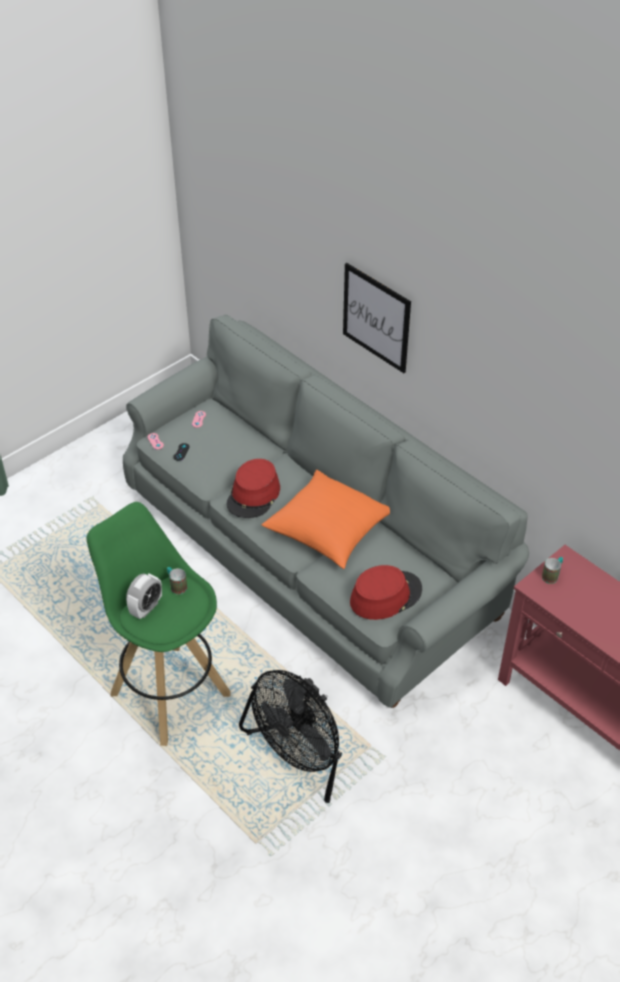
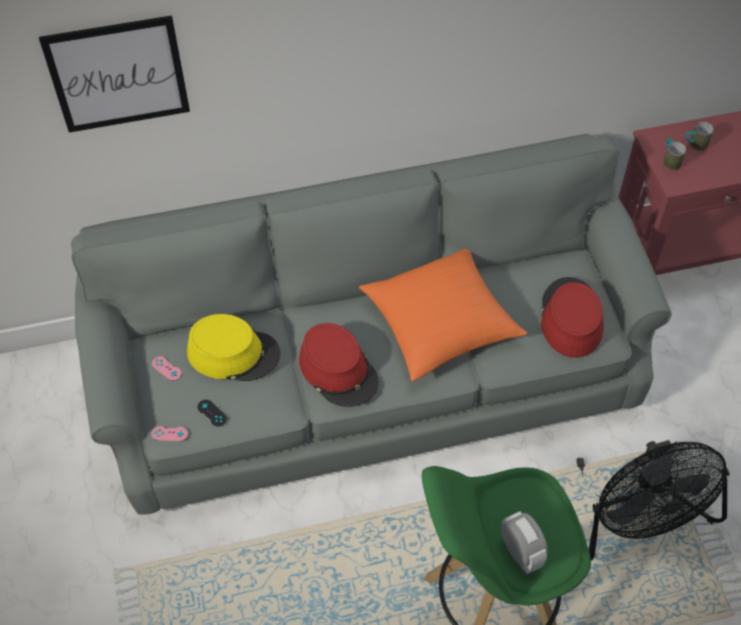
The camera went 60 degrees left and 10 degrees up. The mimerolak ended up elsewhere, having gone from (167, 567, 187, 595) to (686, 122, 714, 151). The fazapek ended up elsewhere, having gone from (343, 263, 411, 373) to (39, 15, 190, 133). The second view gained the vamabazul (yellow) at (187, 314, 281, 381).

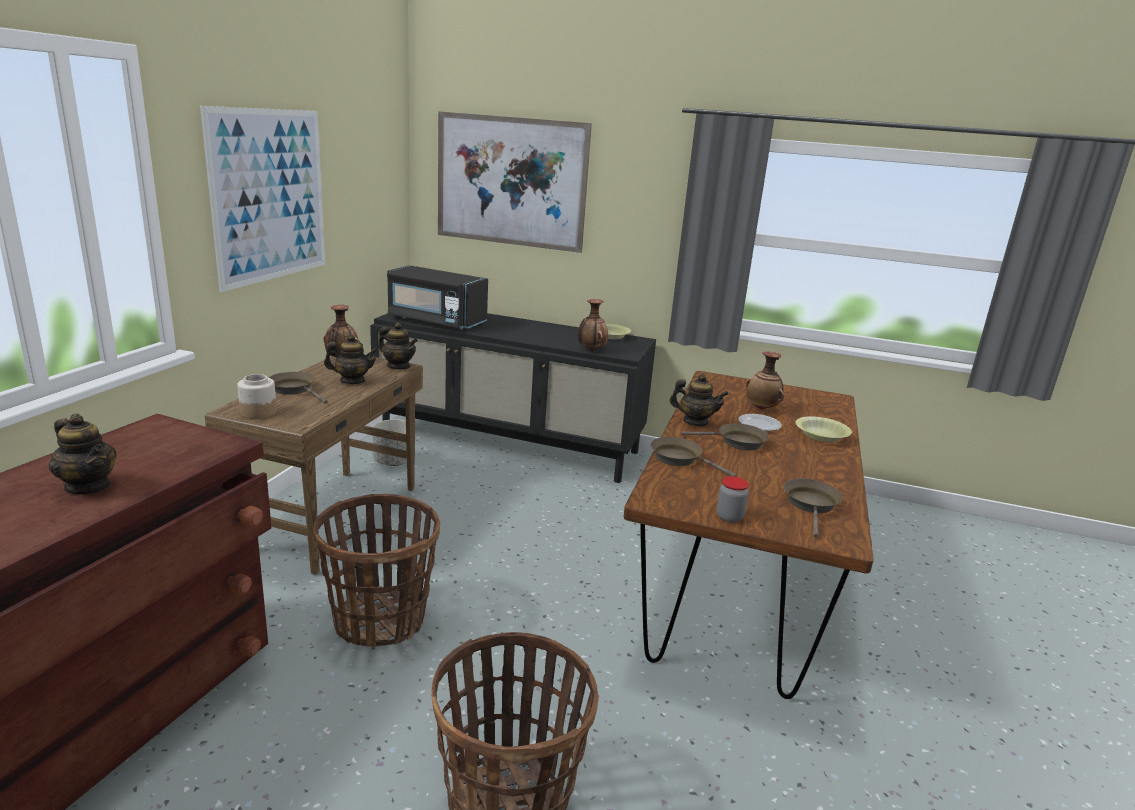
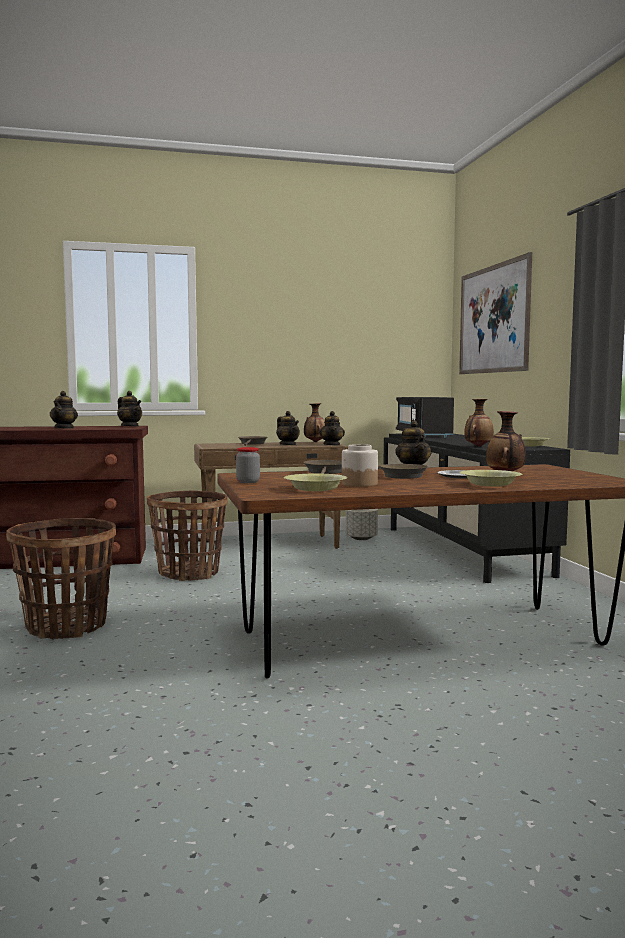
The camera went 60 degrees right and 15 degrees down. The second view lost the fazapek at (200, 106, 325, 292). The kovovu ended up elsewhere, having gone from (237, 374, 277, 419) to (342, 444, 378, 487). Where the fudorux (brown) stood at (784, 478, 843, 538), the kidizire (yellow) came to stand at (284, 474, 348, 491). The second view gained the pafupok at (117, 391, 142, 426).

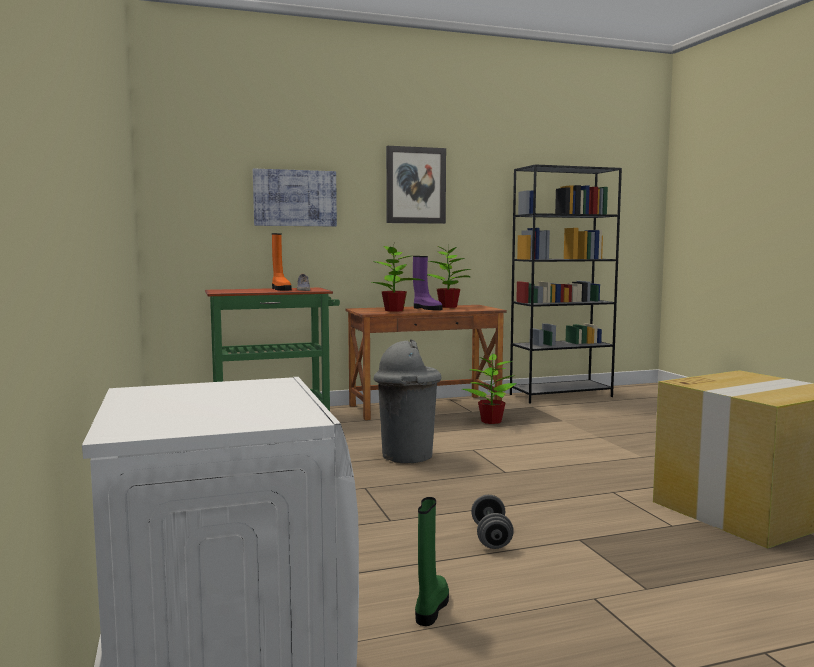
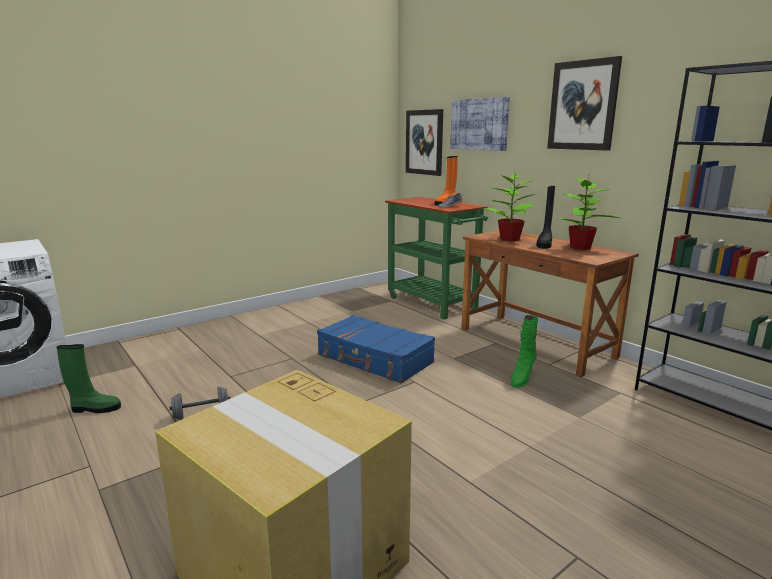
The camera went 70 degrees right and 10 degrees up. Where the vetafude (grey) stood at (374, 339, 441, 463), the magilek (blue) came to stand at (317, 315, 435, 384). What was the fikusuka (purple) at (413, 256, 443, 310) turned into the fikusuka (black) at (536, 186, 555, 249). Where the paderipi stood at (462, 354, 517, 424), the fikusuka (green) came to stand at (511, 315, 538, 388). The second view gained the fazapek at (406, 109, 443, 176).

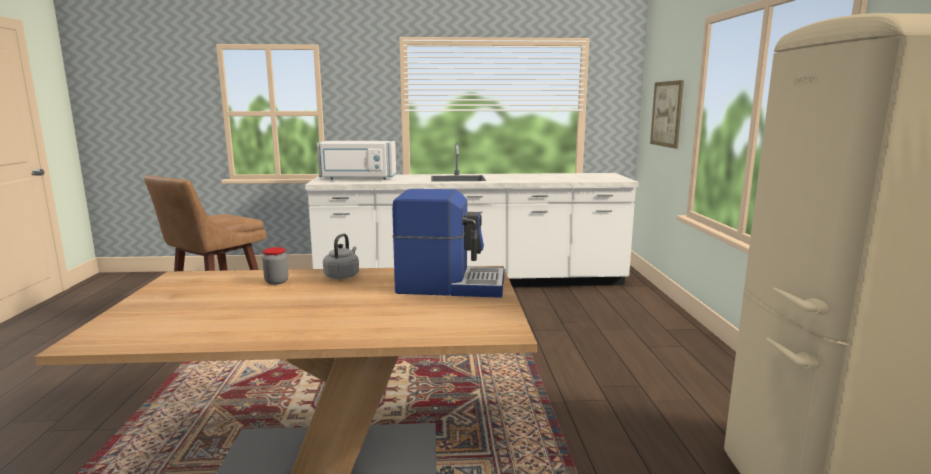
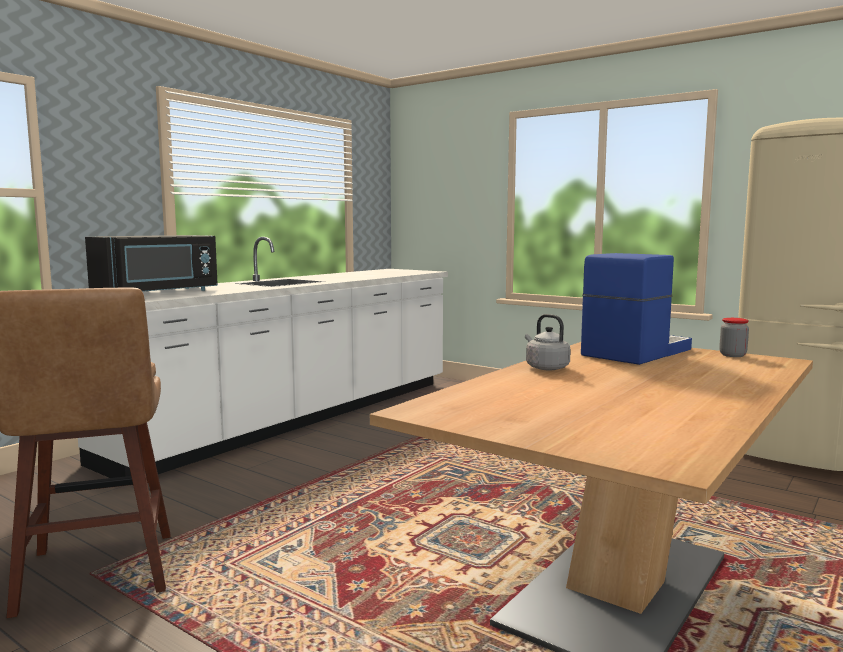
The camera went 50 degrees left and 5 degrees down. The kovovu ended up elsewhere, having gone from (262, 247, 288, 285) to (719, 318, 749, 357). What was the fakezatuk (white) at (317, 141, 396, 180) turned into the fakezatuk (black) at (85, 235, 218, 292). The second view lost the fazapek at (650, 80, 684, 149).

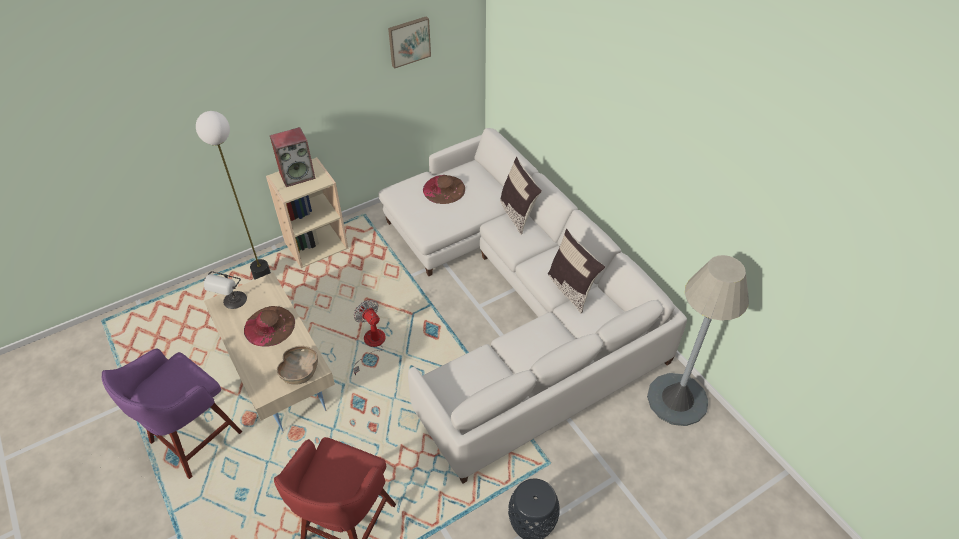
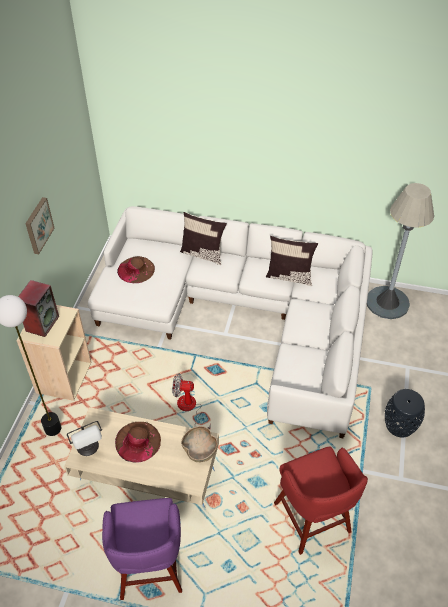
The camera went 45 degrees left and 0 degrees up. The fazapek ended up elsewhere, having gone from (388, 16, 431, 69) to (25, 197, 54, 254).

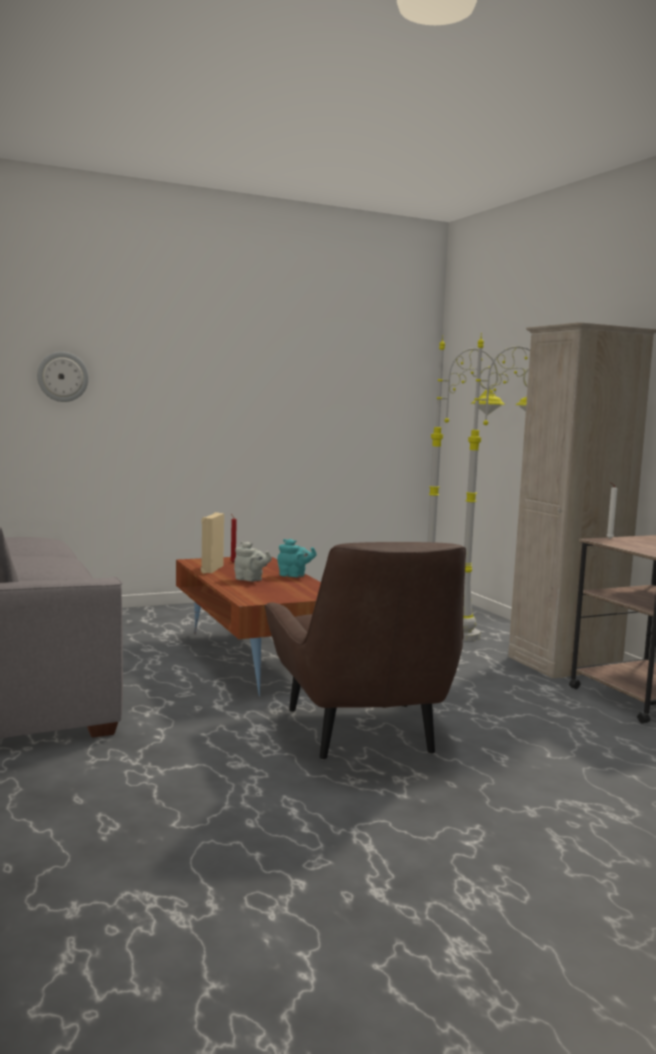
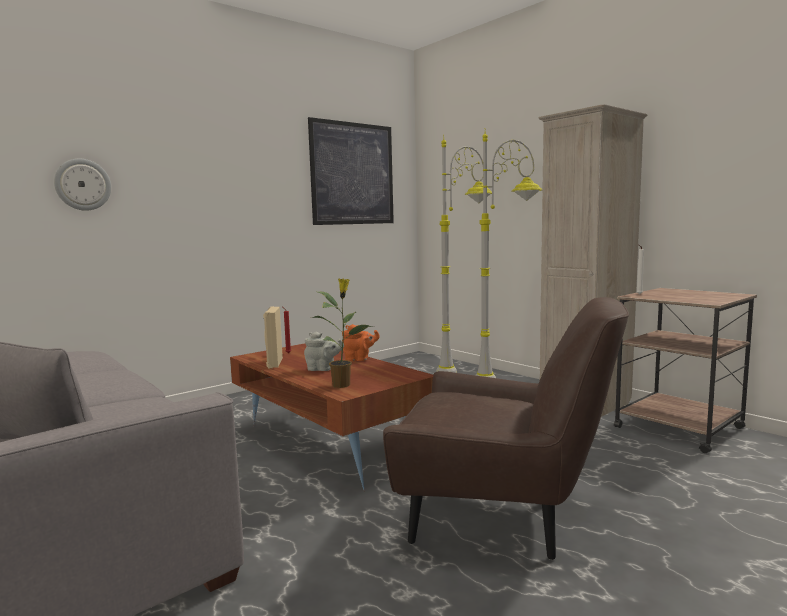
The camera went 15 degrees left and 0 degrees up. The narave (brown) at (265, 542, 466, 760) ended up facing another way, 45 degrees counterclockwise from before. What was the pafupok (turquoise) at (277, 539, 317, 577) turned into the pafupok (orange) at (342, 324, 380, 361). The second view gained the fazapek at (308, 117, 394, 225). The second view gained the paderipi at (311, 279, 375, 388).

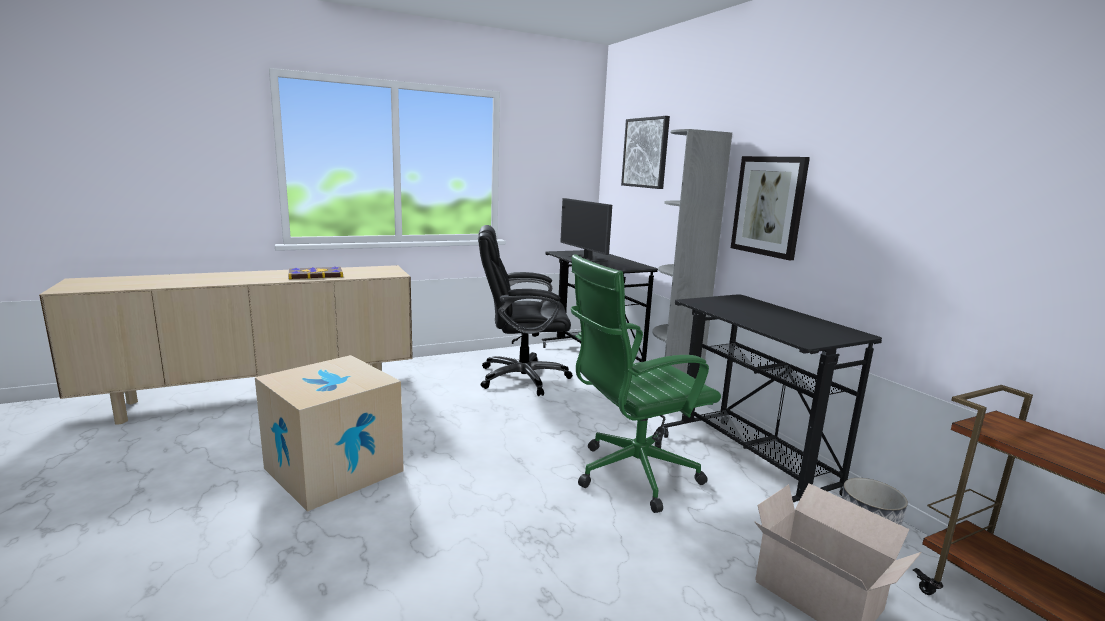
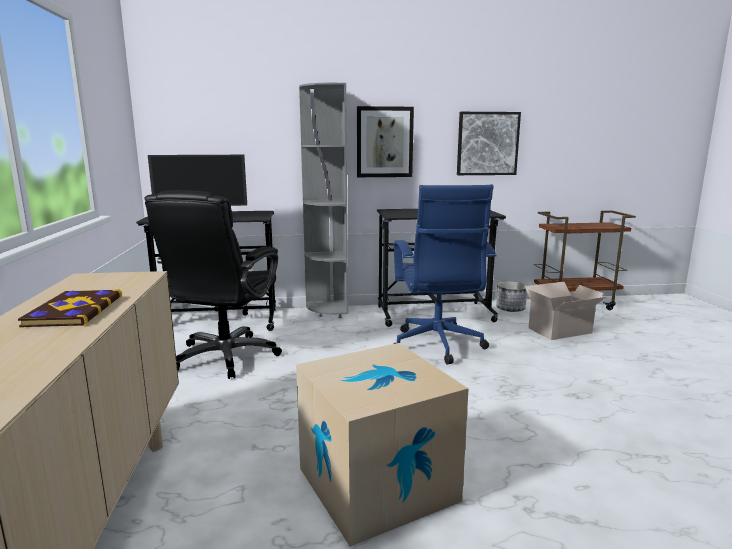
The camera went 70 degrees left and 0 degrees up. What was the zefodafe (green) at (571, 254, 721, 513) turned into the zefodafe (blue) at (394, 184, 497, 365). The fazapek ended up elsewhere, having gone from (621, 116, 670, 189) to (457, 112, 521, 175).

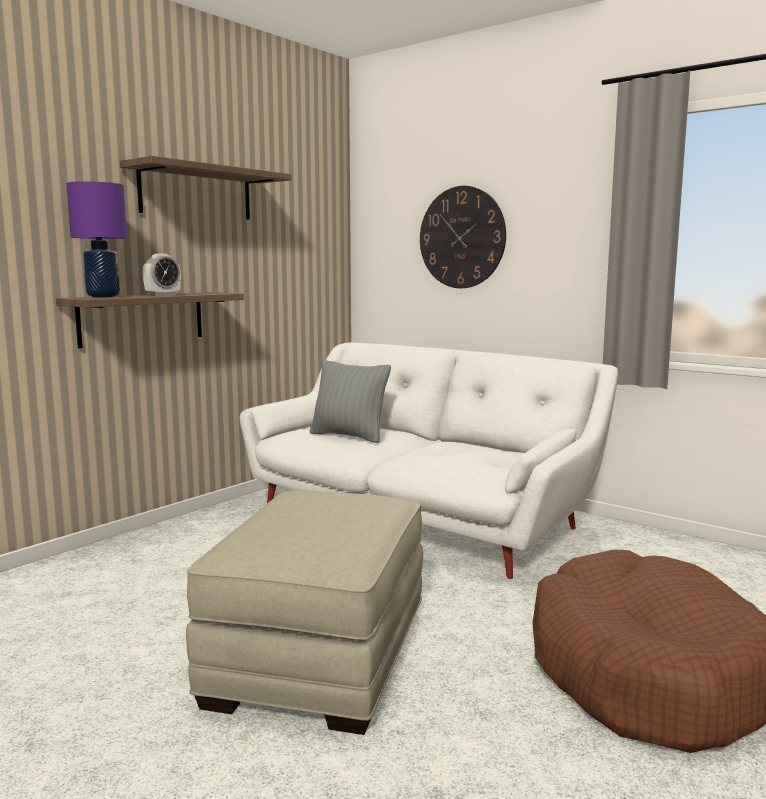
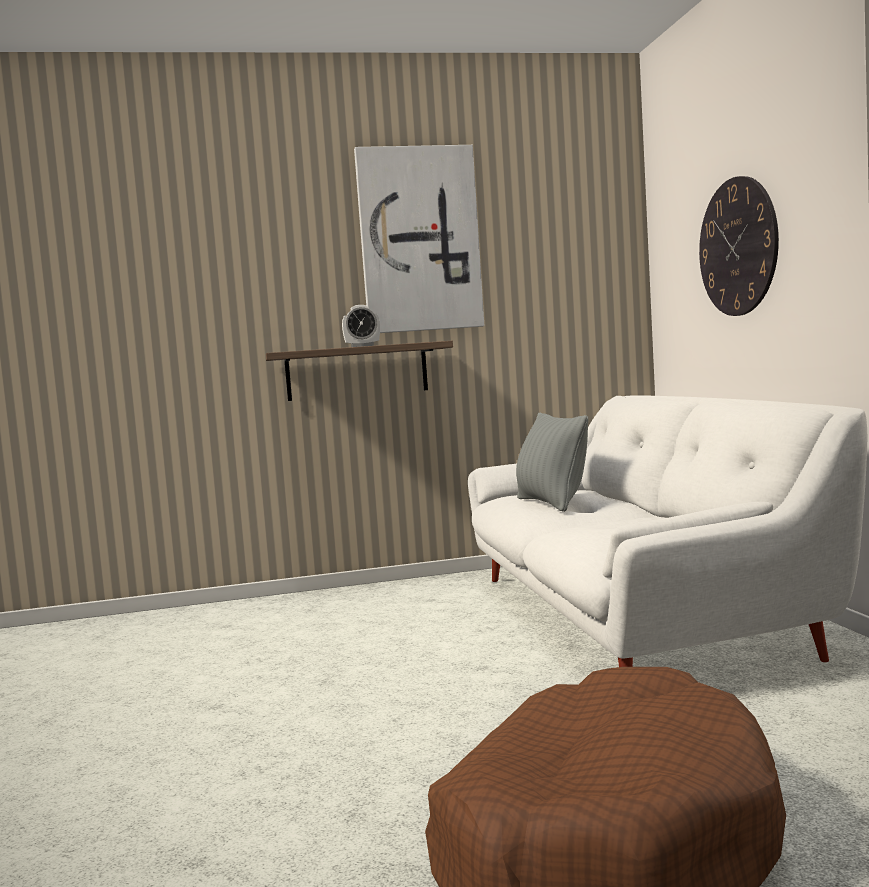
The camera went 40 degrees right and 5 degrees down. The second view lost the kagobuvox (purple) at (66, 181, 127, 298). Where the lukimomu hung at (120, 156, 292, 220), the fazapek came to hang at (354, 145, 484, 333). The second view lost the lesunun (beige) at (186, 491, 423, 735).

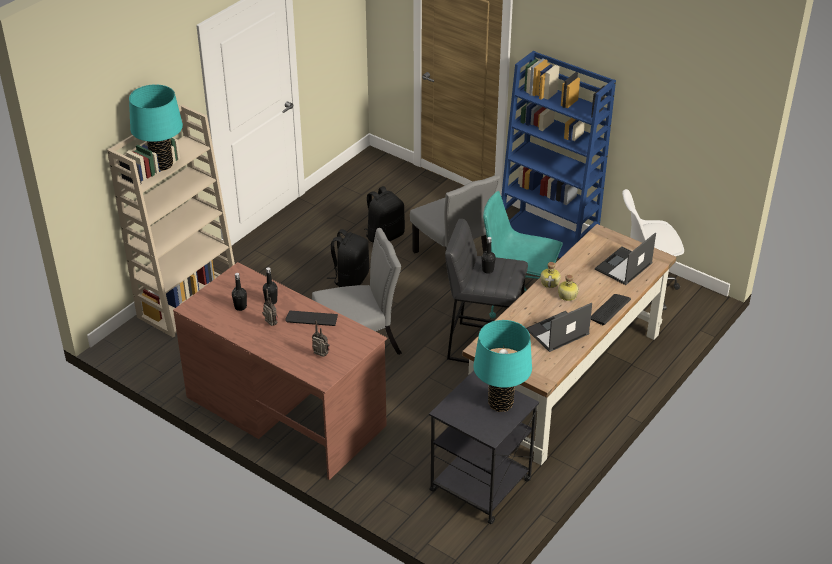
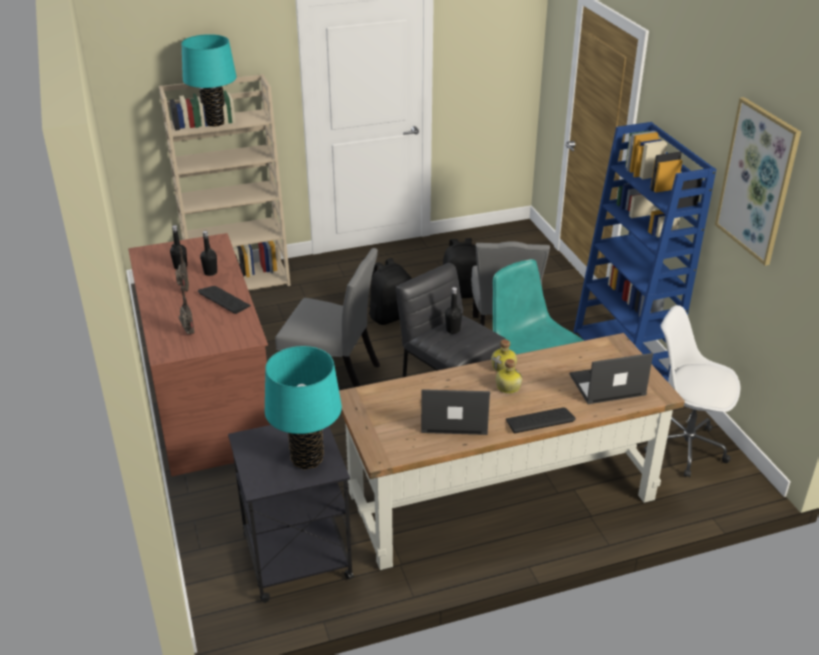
The camera went 35 degrees right and 5 degrees down. The second view gained the fazapek at (715, 97, 801, 266).

